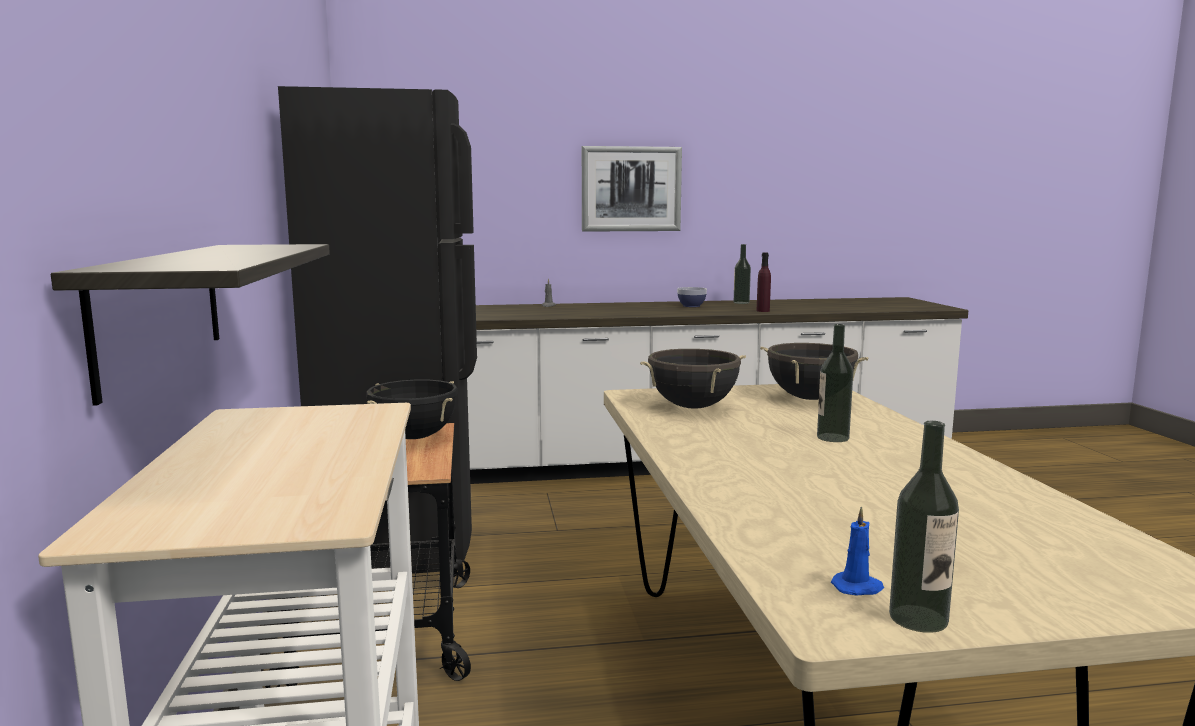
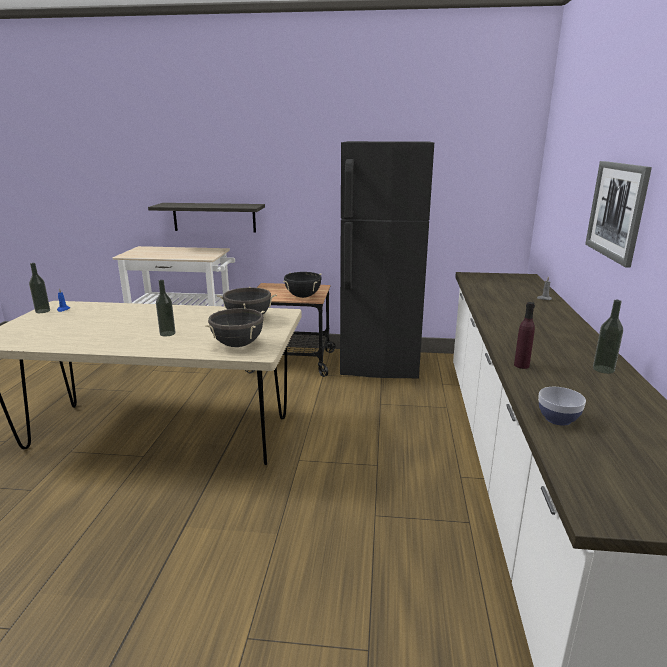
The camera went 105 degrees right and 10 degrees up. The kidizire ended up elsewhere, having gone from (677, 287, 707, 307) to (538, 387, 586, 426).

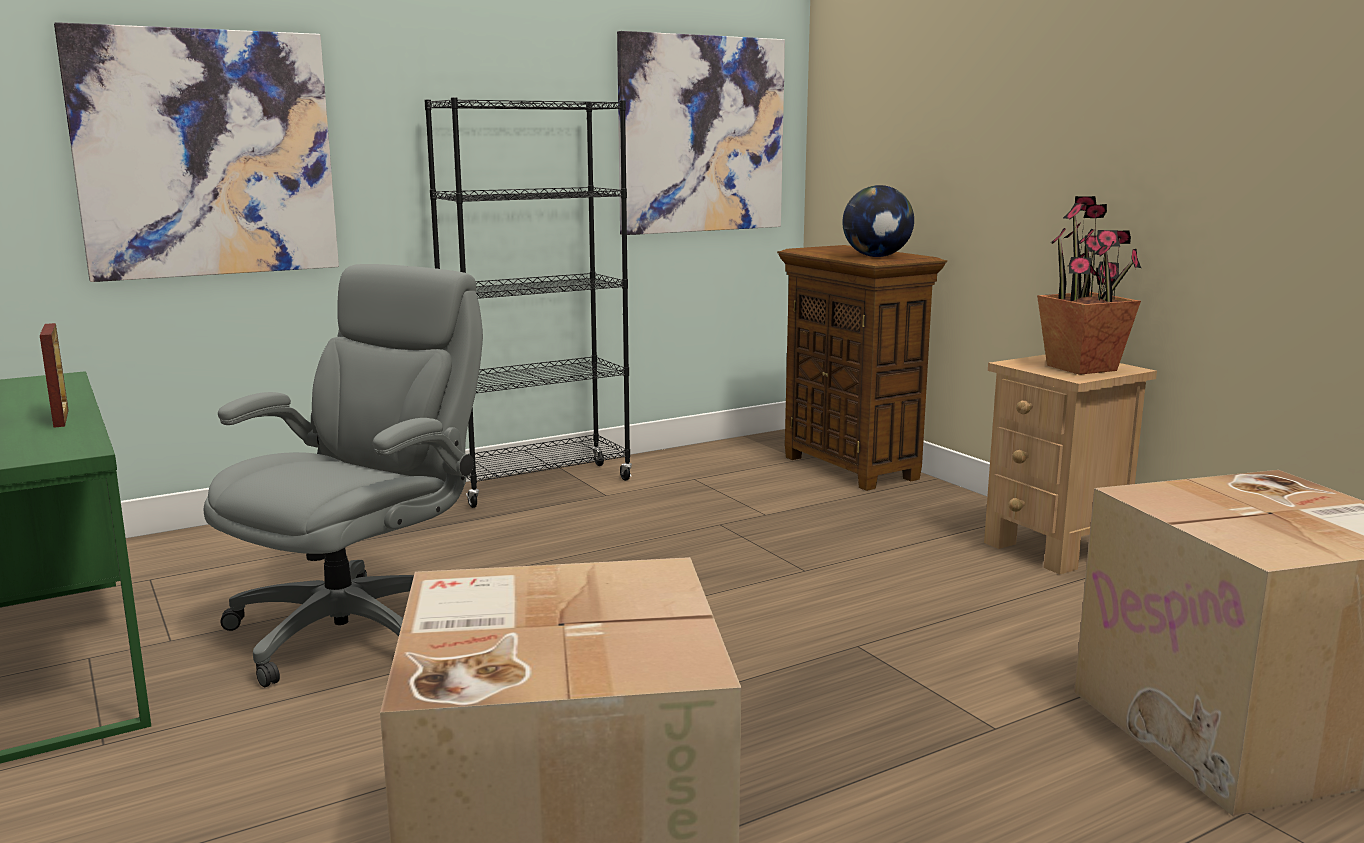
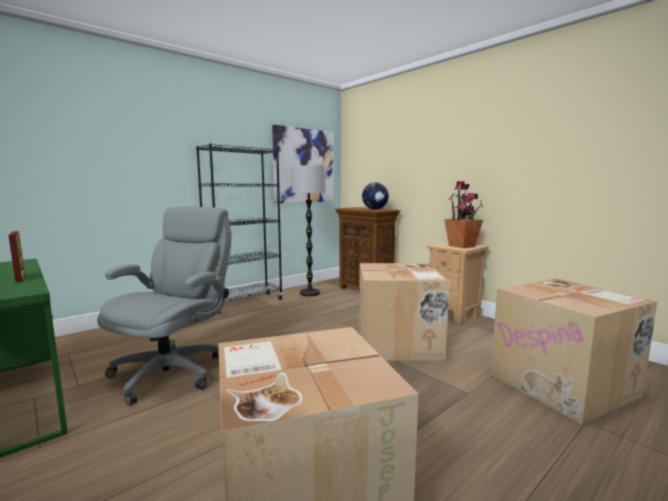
The camera went 10 degrees left and 5 degrees down. The second view lost the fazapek at (54, 22, 339, 282). The second view gained the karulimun at (291, 165, 326, 297). The second view gained the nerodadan at (359, 263, 449, 361).

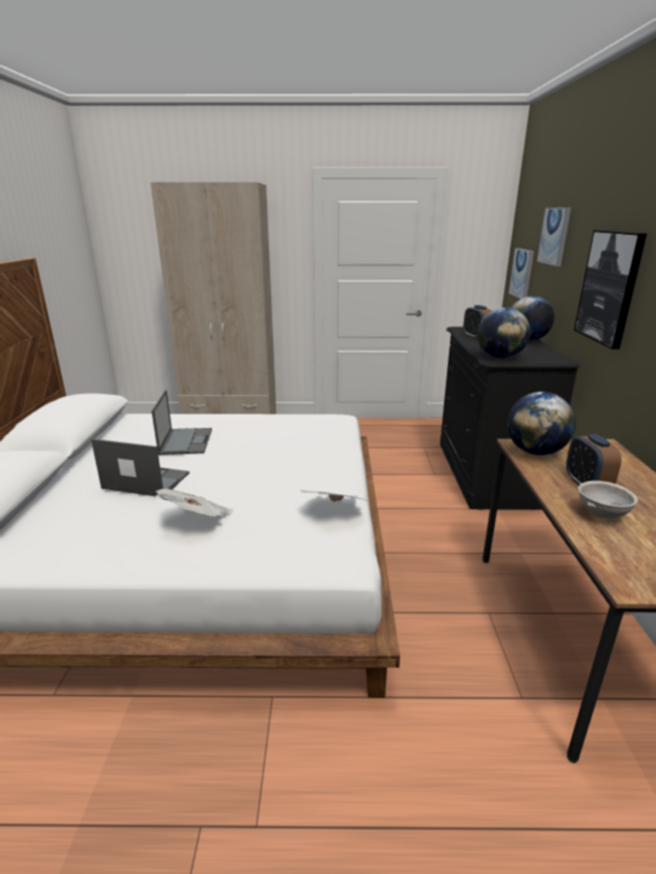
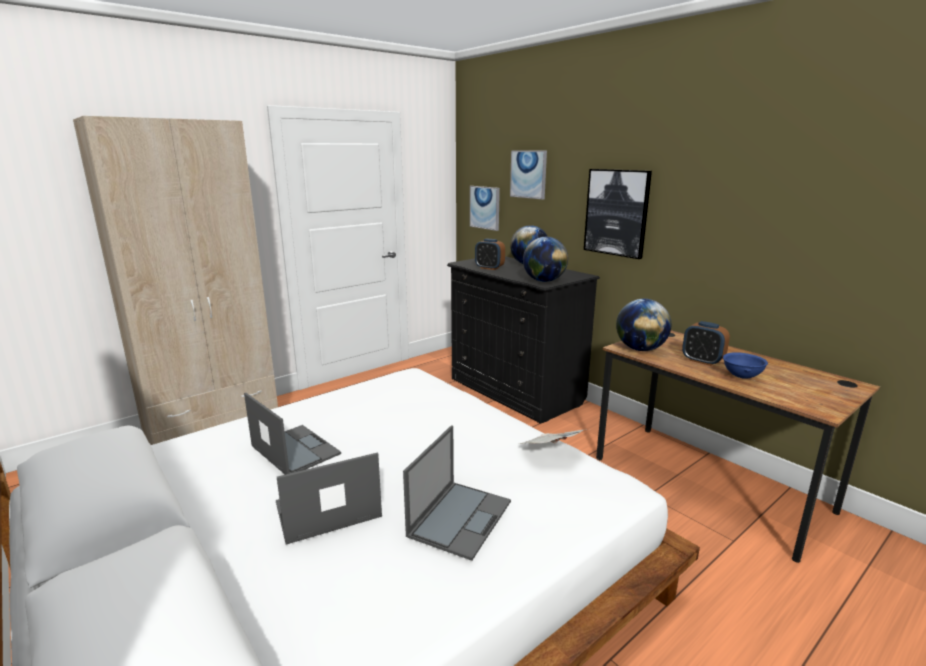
The camera went 40 degrees left and 5 degrees down. Where the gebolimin stood at (155, 489, 233, 517), the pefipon came to stand at (403, 425, 511, 561). What was the kidizire (grey) at (578, 481, 638, 519) turned into the kidizire (blue) at (723, 352, 768, 378).

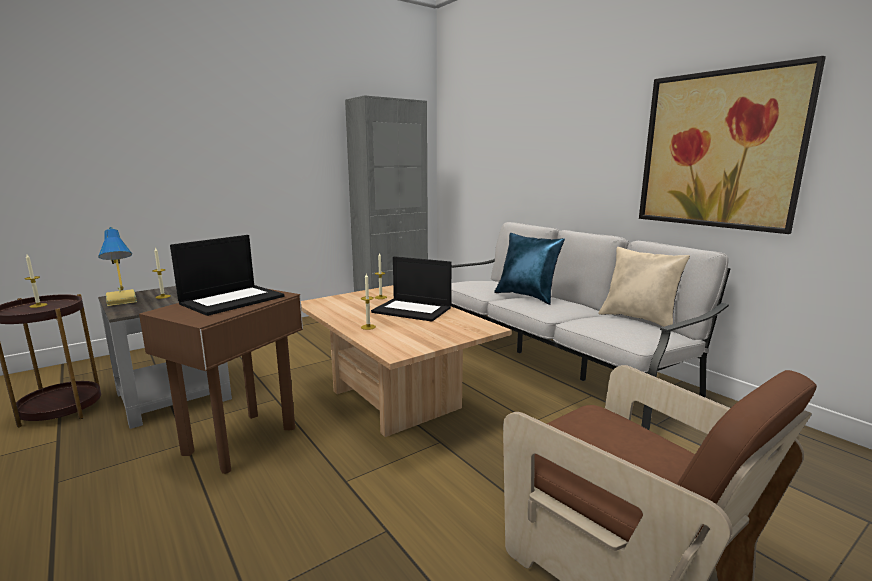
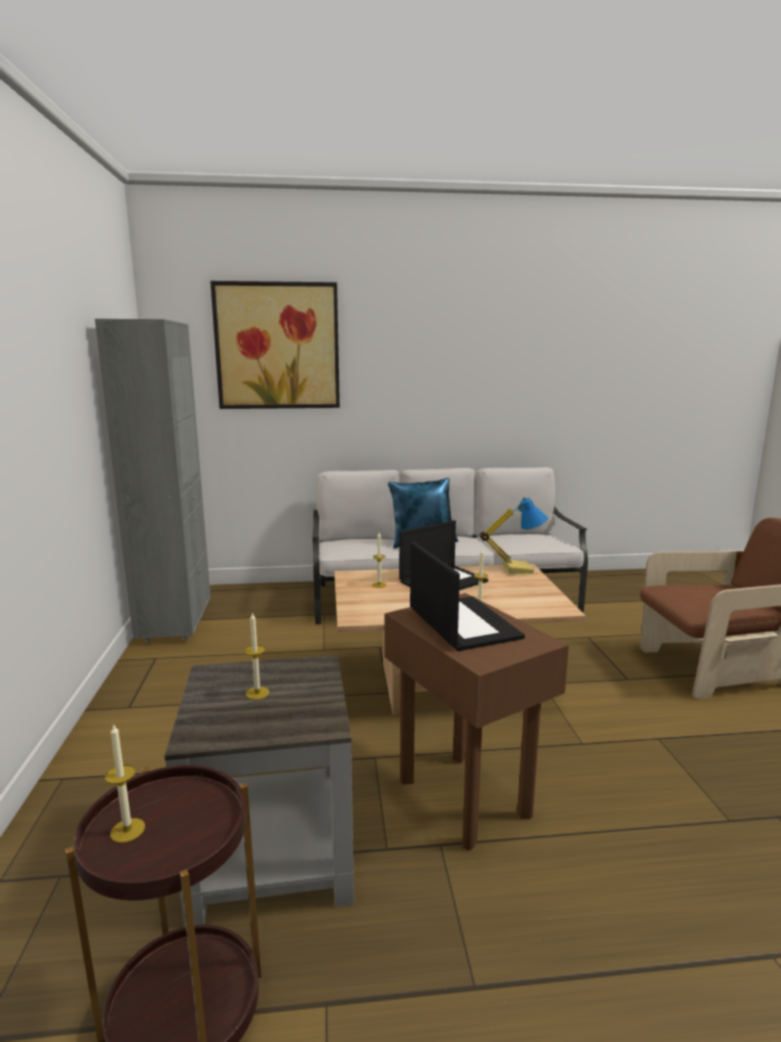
The camera went 60 degrees left and 0 degrees up. The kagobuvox ended up elsewhere, having gone from (98, 227, 137, 306) to (480, 497, 548, 575). The second view lost the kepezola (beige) at (598, 247, 690, 327). The fazapek ended up elsewhere, having gone from (639, 56, 826, 234) to (210, 281, 340, 409).

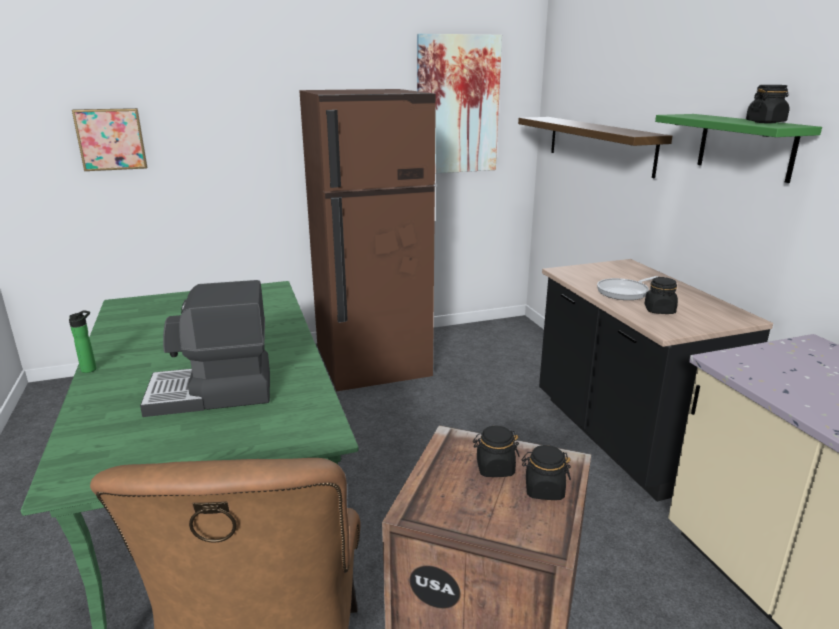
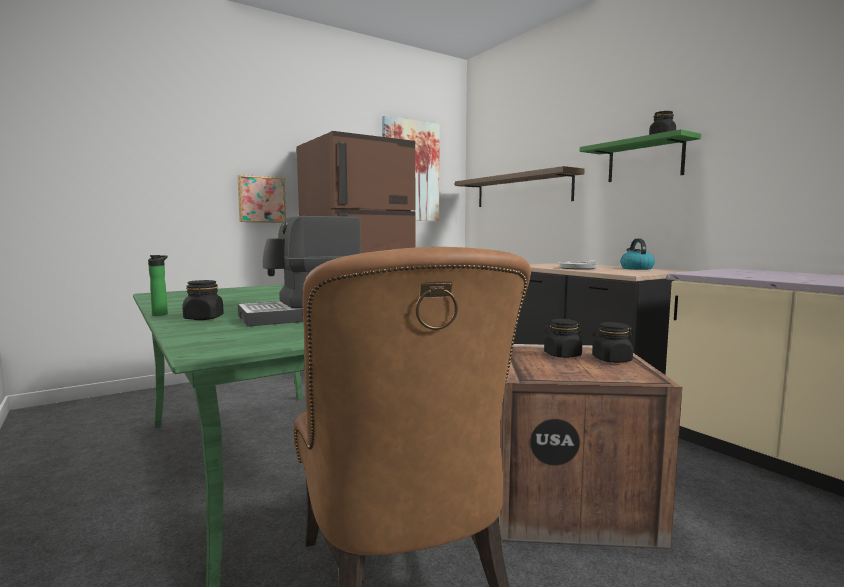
The camera went 15 degrees left and 15 degrees down. The fazapek ended up elsewhere, having gone from (72, 108, 147, 171) to (237, 175, 286, 222). The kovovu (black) ended up elsewhere, having gone from (645, 277, 678, 314) to (183, 280, 224, 320). The second view gained the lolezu at (620, 238, 655, 270).

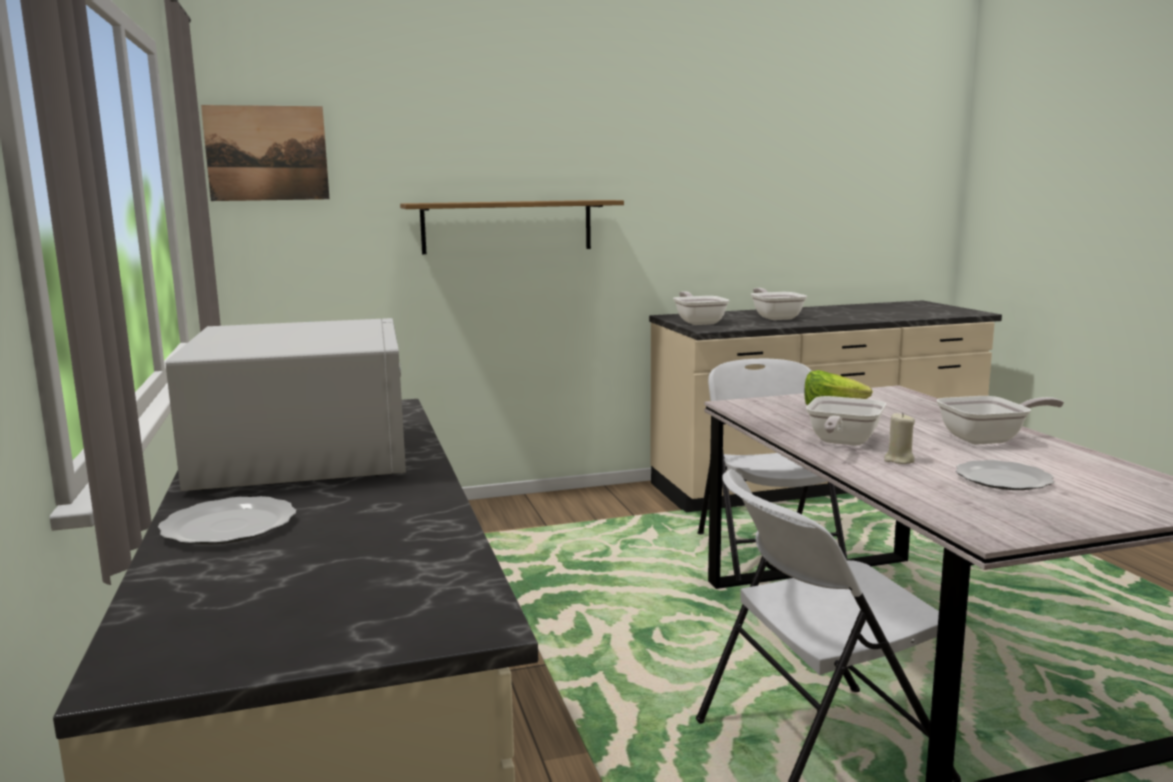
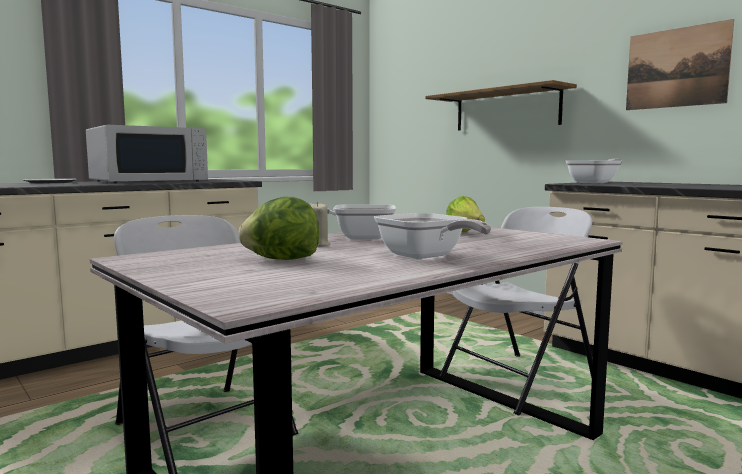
The camera went 65 degrees right and 5 degrees down. The fazapek ended up elsewhere, having gone from (201, 105, 330, 201) to (626, 19, 734, 110). The second view lost the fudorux at (751, 288, 807, 320). Where the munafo stood at (956, 460, 1054, 490), the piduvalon came to stand at (239, 197, 319, 260).

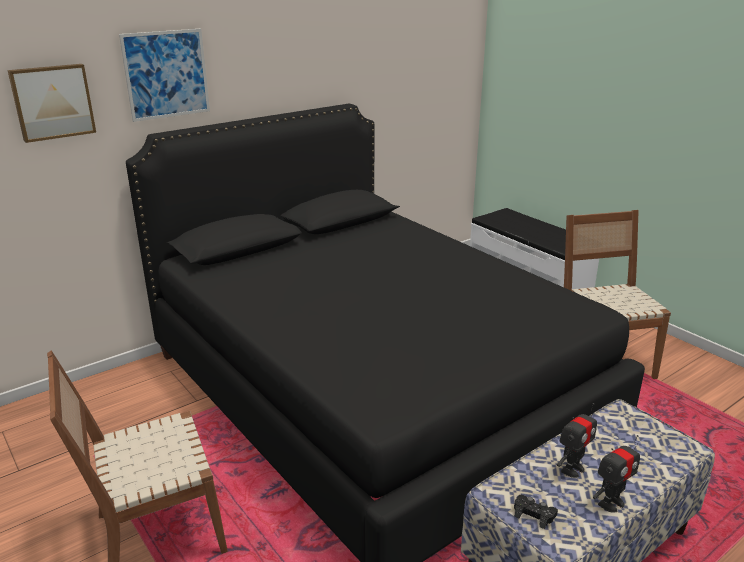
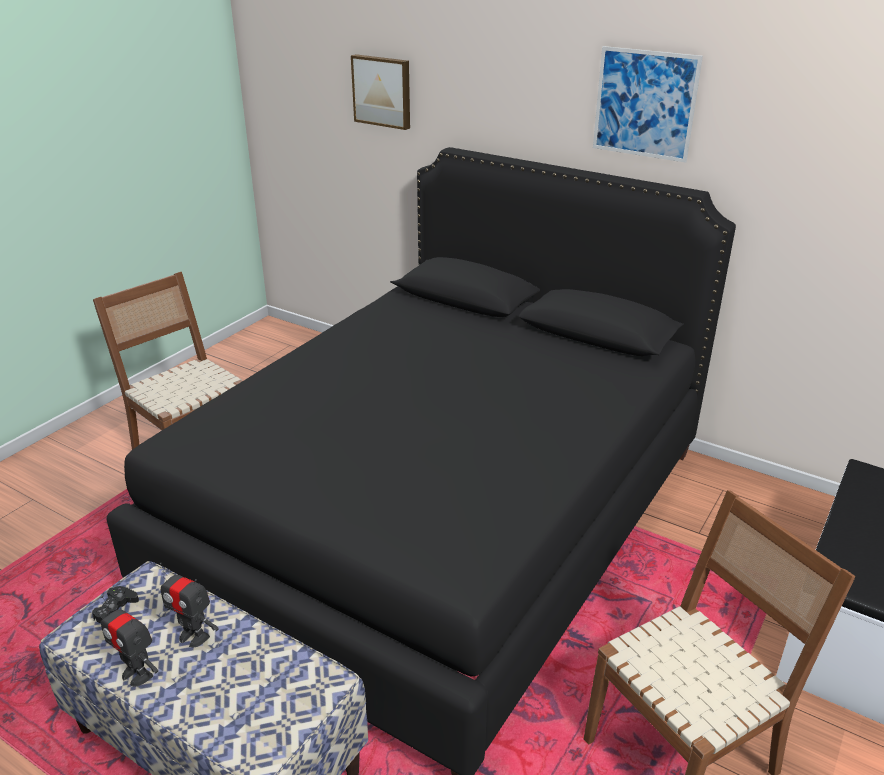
The camera went 70 degrees right and 5 degrees up. The fazapek ended up elsewhere, having gone from (119, 29, 210, 122) to (593, 46, 703, 163).

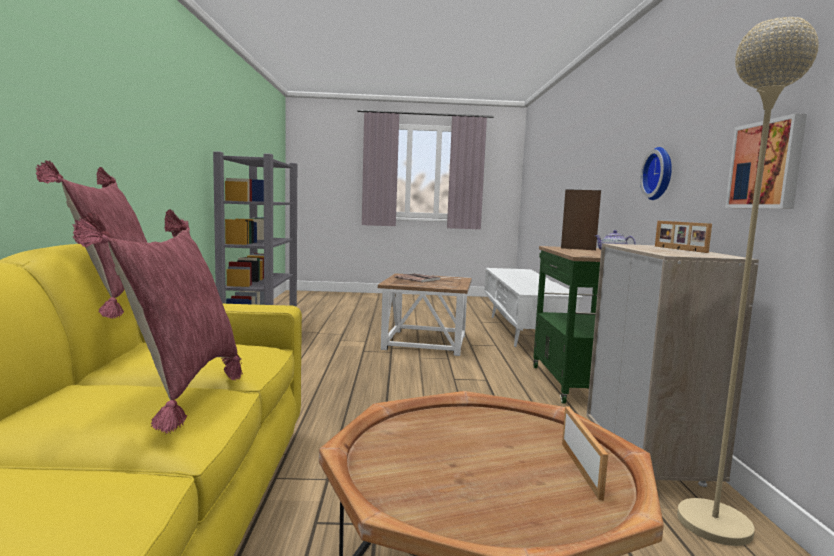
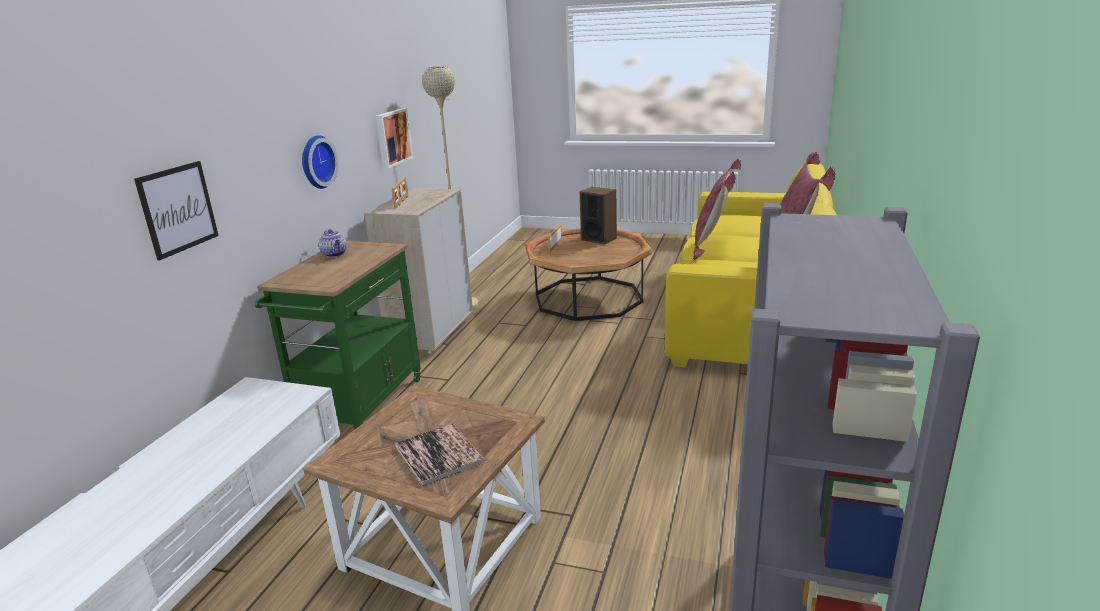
The camera went 160 degrees left and 15 degrees up. The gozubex ended up elsewhere, having gone from (561, 189, 601, 250) to (580, 187, 617, 244). The second view gained the fazapek at (134, 161, 219, 260).

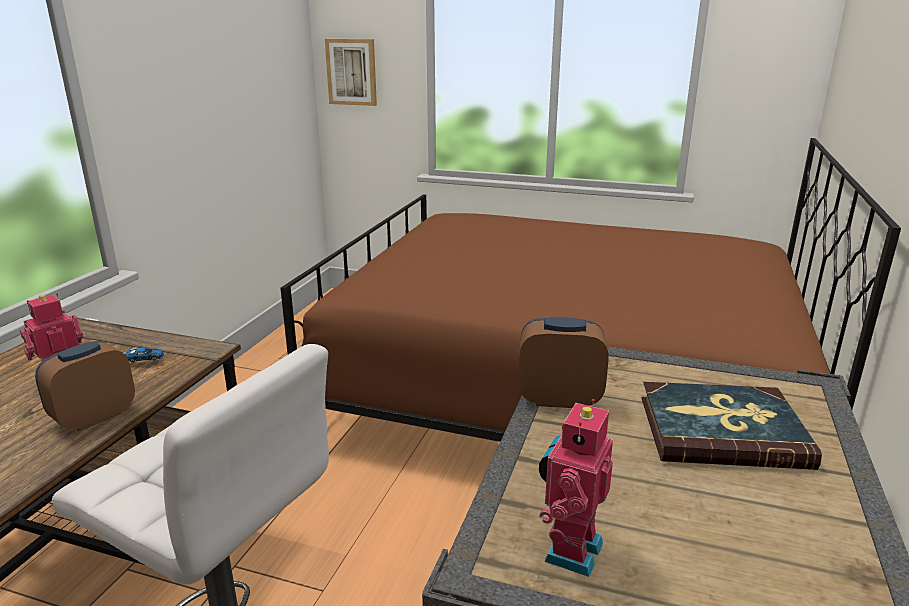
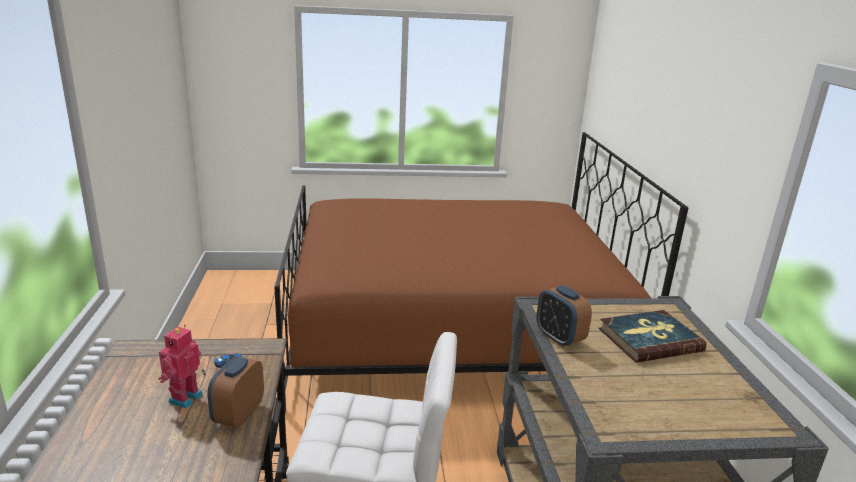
The camera went 25 degrees left and 0 degrees up. The second view lost the fazapek at (325, 39, 377, 106). The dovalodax at (518, 317, 609, 408) ended up facing another way, 105 degrees counterclockwise from before. The second view lost the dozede at (539, 399, 613, 577).

